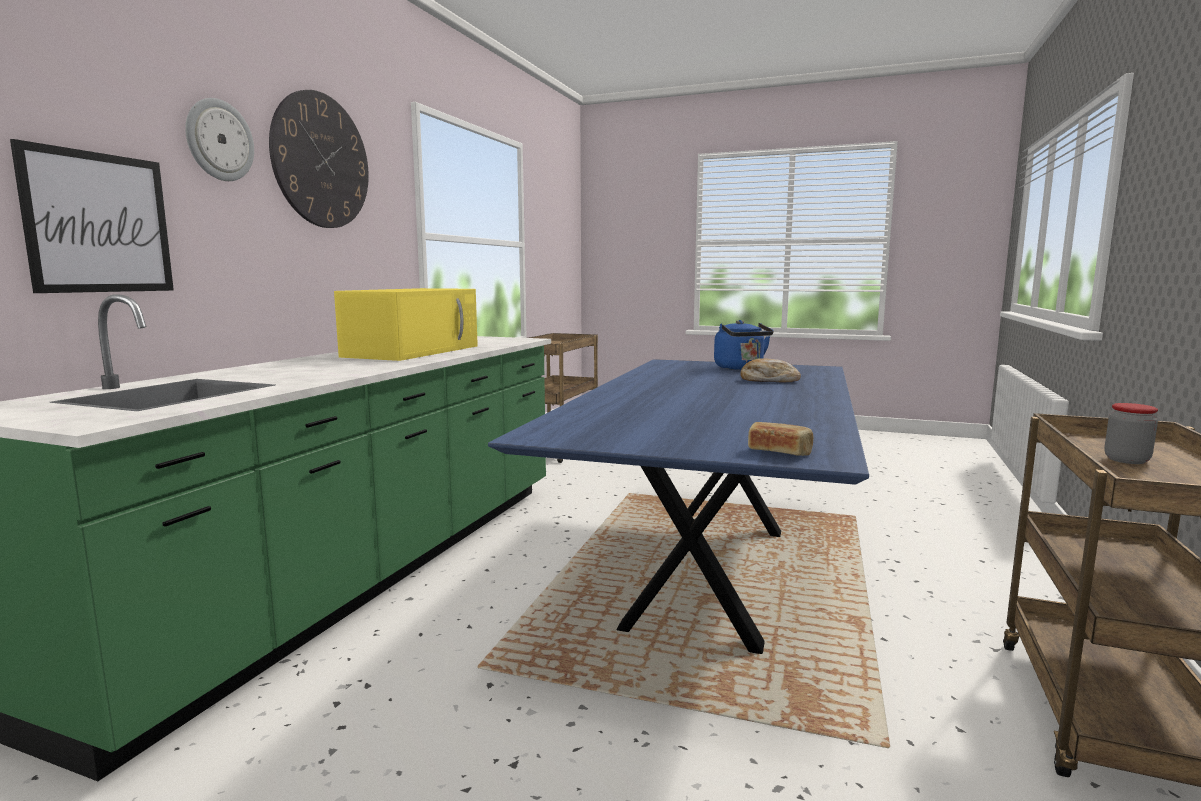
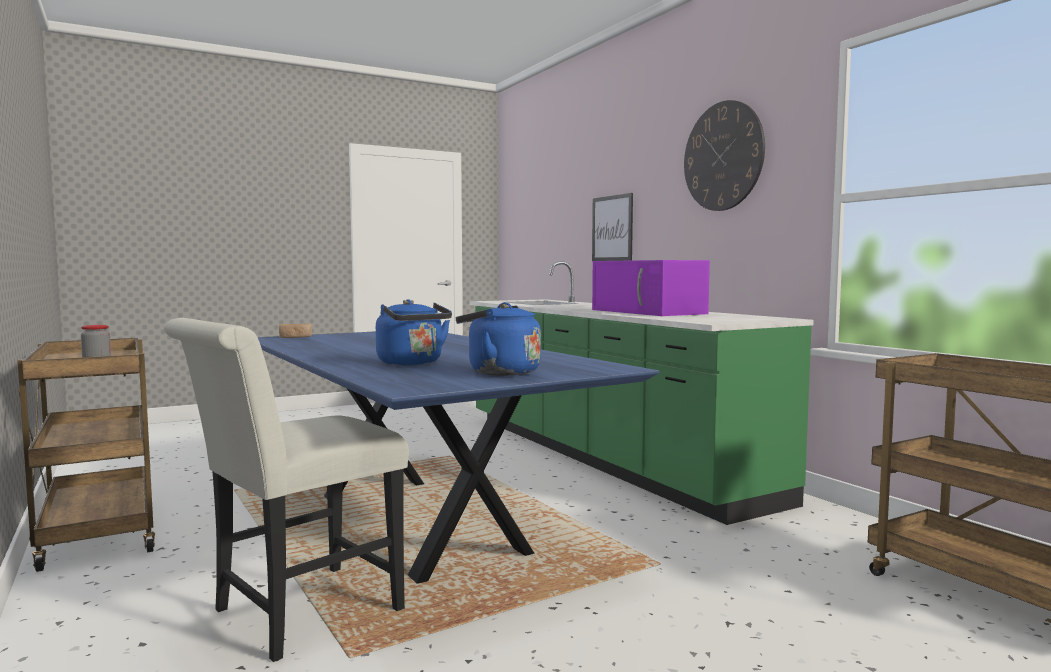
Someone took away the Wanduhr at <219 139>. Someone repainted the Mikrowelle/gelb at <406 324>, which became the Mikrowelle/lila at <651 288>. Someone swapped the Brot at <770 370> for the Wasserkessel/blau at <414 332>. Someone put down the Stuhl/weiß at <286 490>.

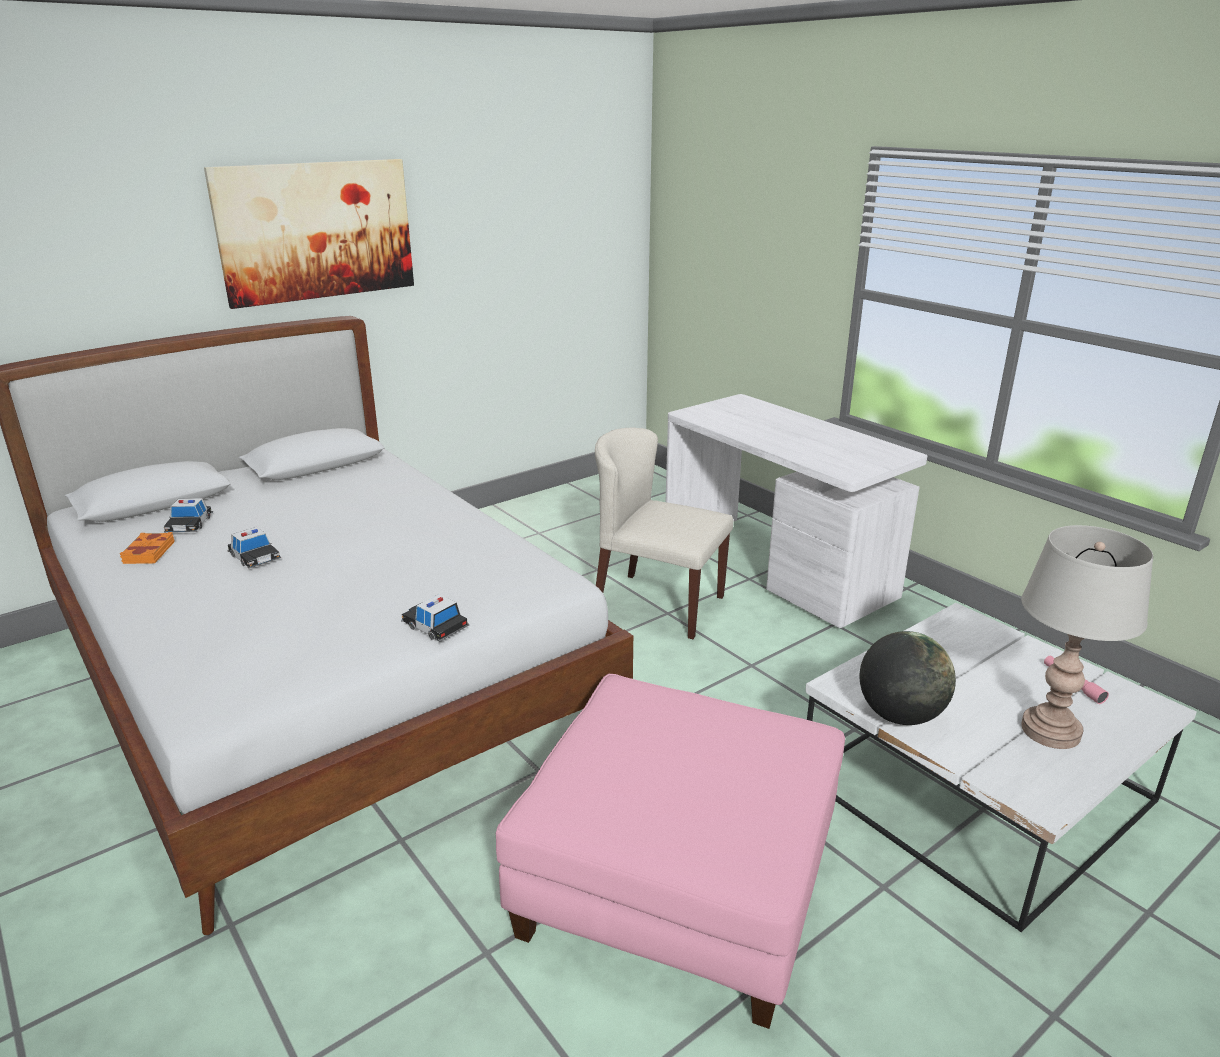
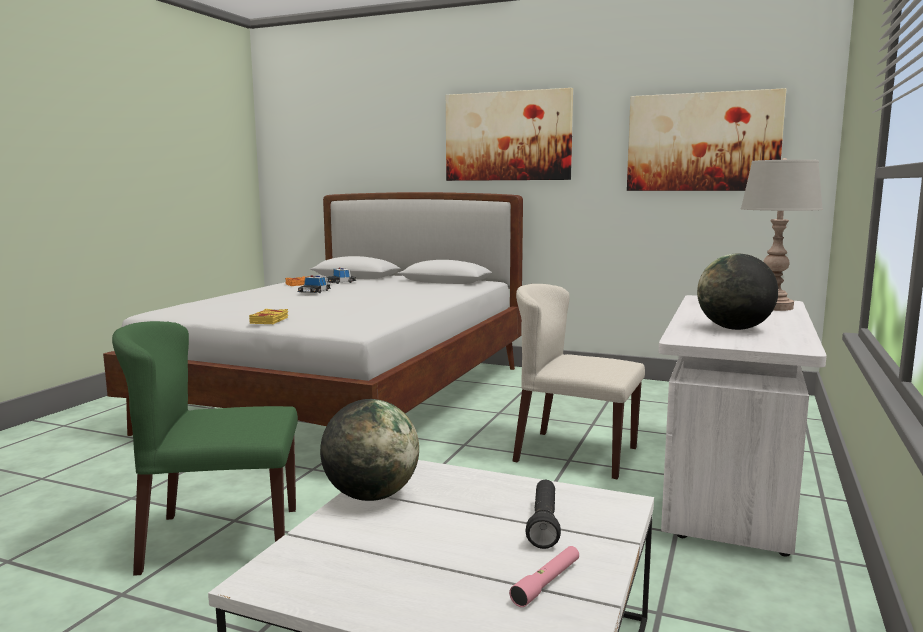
Someone rotated the Stuhl/beige at <664 533> by 60 degrees counterclockwise. Someone carried the Tischlampe/grau from <1087 637> to <782 234>. Someone swapped the Spielzeugauto at <435 618> for the Buch/gelb at <268 316>. Someone swapped the Polsterhocker/rosa at <670 851> for the Stuhl/grün at <205 448>. Someone put up the Bild at <706 139>. Someone put down the Globus at <737 291>. Someone put down the Taschenlampe/schwarz at <543 514>.

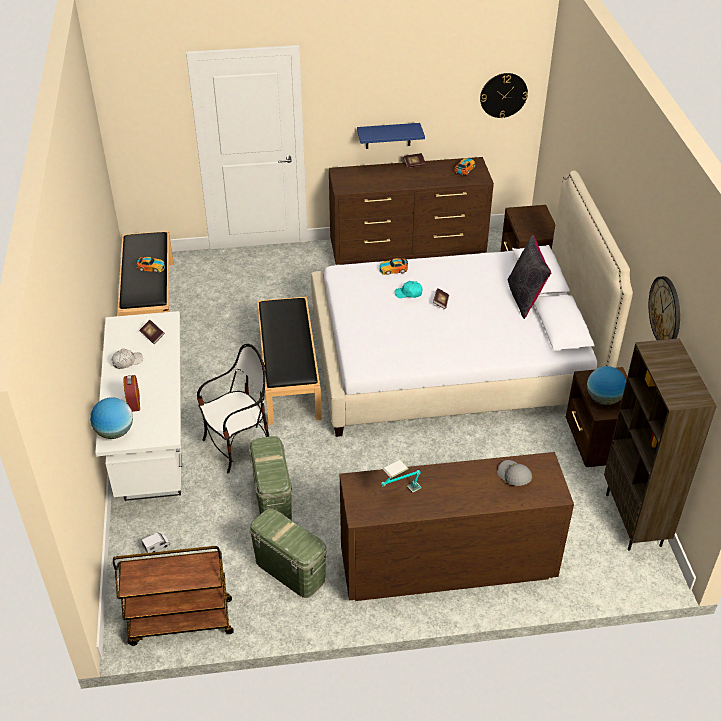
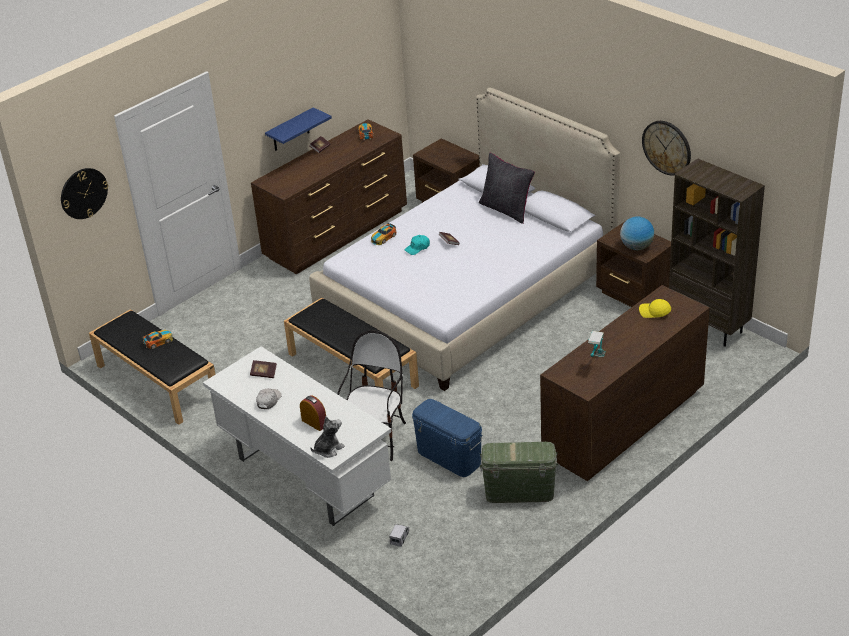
Someone carried the Wanduhr from <504 95> to <84 193>. Someone swapped the Globus at <111 418> for the Plüschtier at <327 437>. Someone repainted the Aufbewahrungsbox/grün at <270 478>, which became the Aufbewahrungsbox/blau at <447 438>. Someone repainted the Kappe/grau at <514 473>, which became the Kappe/gelb at <655 308>. Someone took away the Rollwagen/braun at <173 596>.

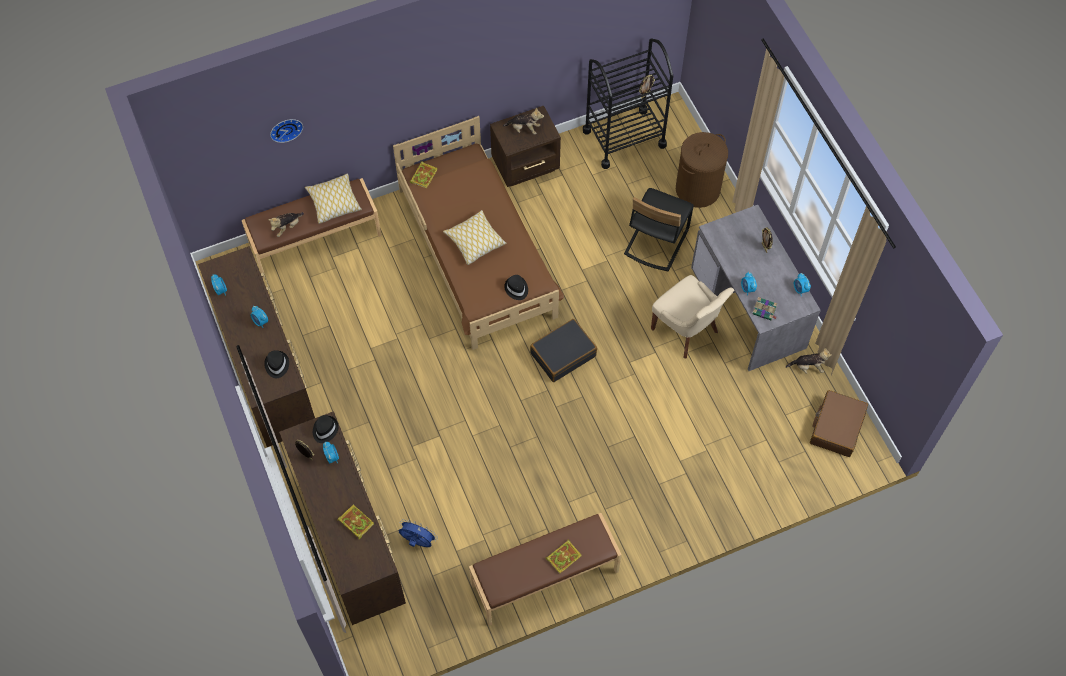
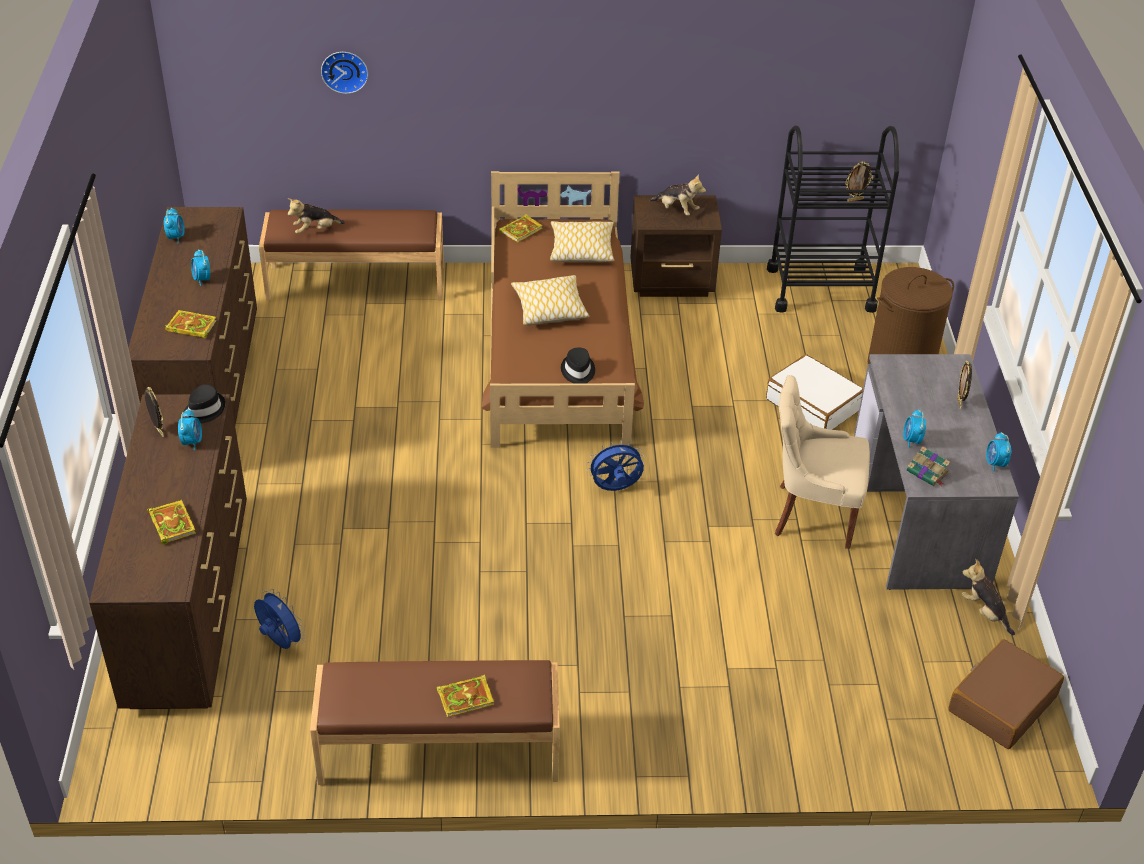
Someone carried the Kissen from <333 198> to <582 241>. Someone swapped the Stuhl/schwarz at <659 230> for the Koffer/weiß at <814 392>. Someone rotated the Stuhl/beige at <692 316> by 120 degrees clockwise. Someone swapped the Koffer/schwarz at <563 350> for the Ventilator/blau at <615 465>. Someone rotated the Plüschtier at <809 360> by 150 degrees counterclockwise. Someone swapped the Hut/schwarz at <276 364> for the Buch at <191 324>.

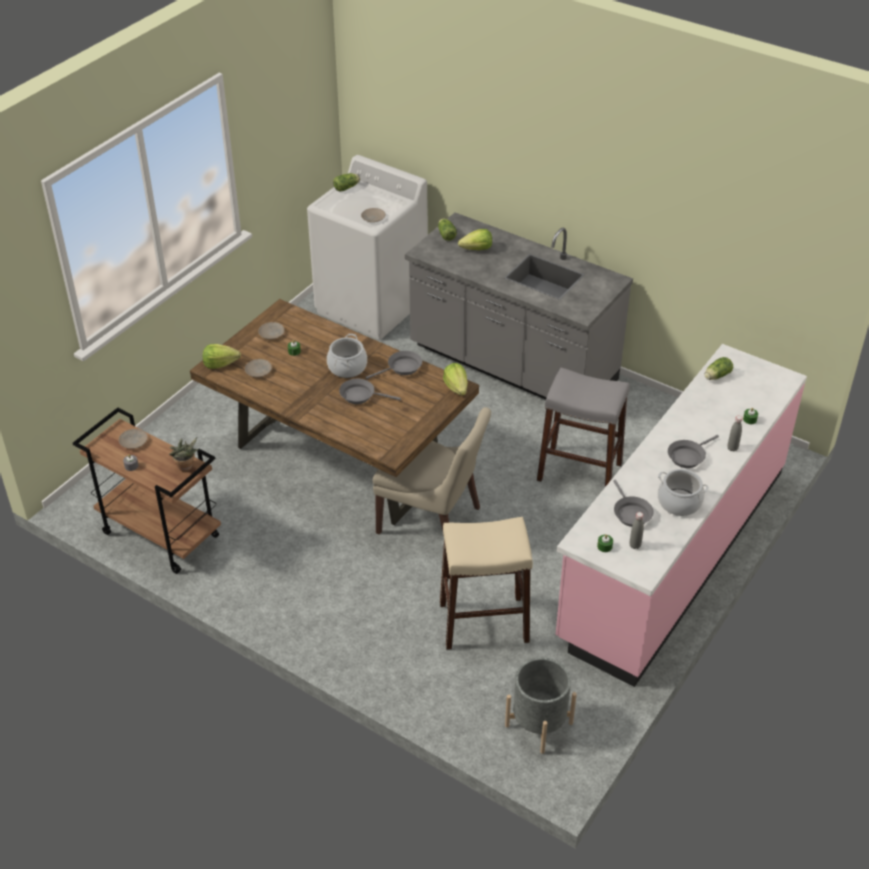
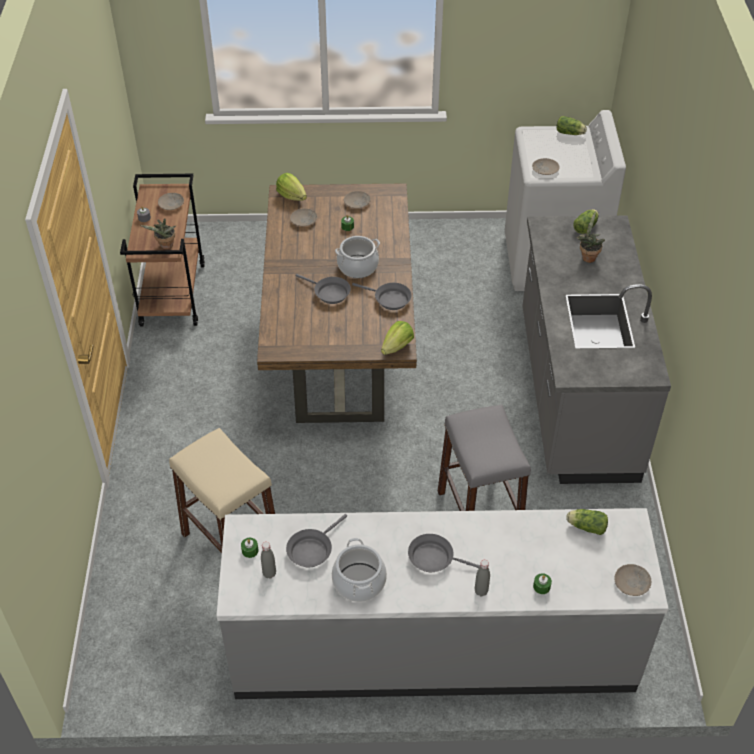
Someone swapped the Salatkopf at <475 239> for the Topfpflanze at <590 237>. Someone repainted the Küchenzeile/rosa at <681 515>, which became the Küchenzeile/grau at <442 603>. Someone rotated the Pfanne/grau at <370 391> by 150 degrees clockwise. Someone took away the Stuhl/beige at <432 471>. Someone took away the Pflanzkübel/grau at <541 705>. Someone put down the Teller/beige at <633 580>.

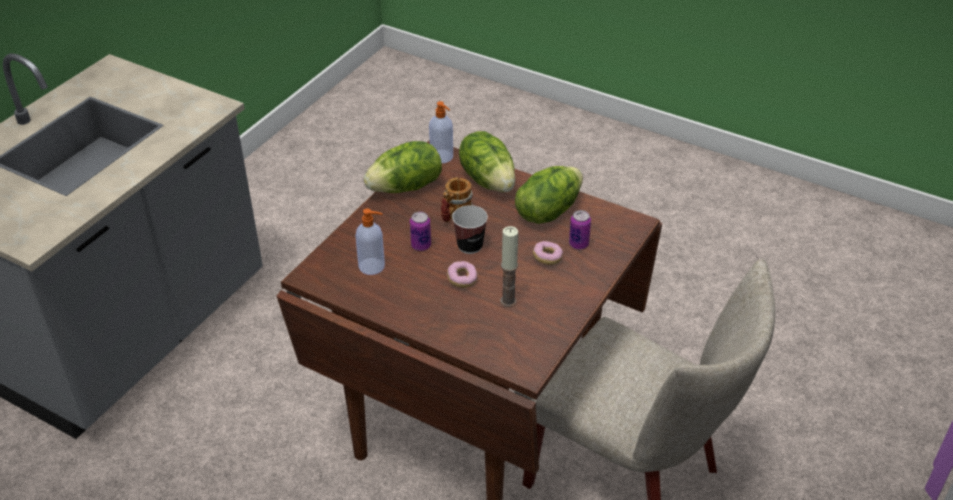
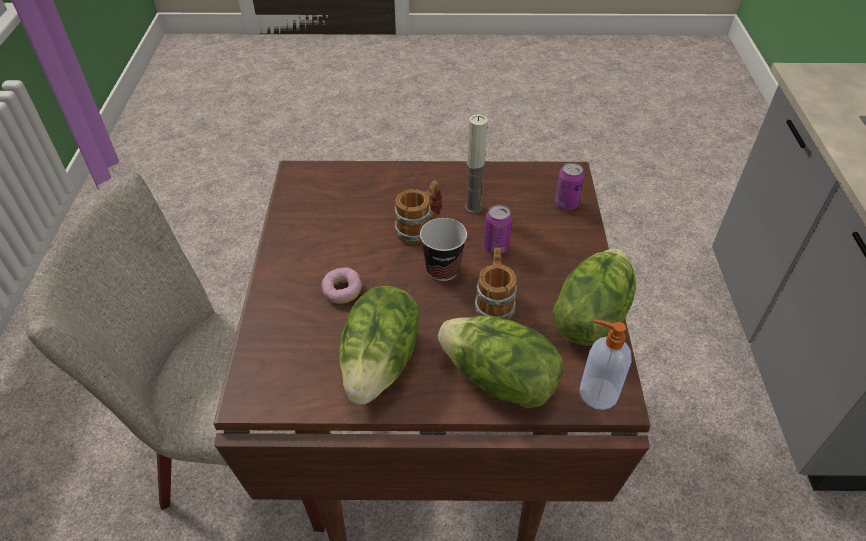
Someone took away the Seifenspender at <370 242>. Someone carried the Dose from <580 229> to <569 186>. Someone carried the Kerze from <509 266> to <476 163>. Someone swapped the Donut at <462 274> for the Henkelbecher at <418 212>.

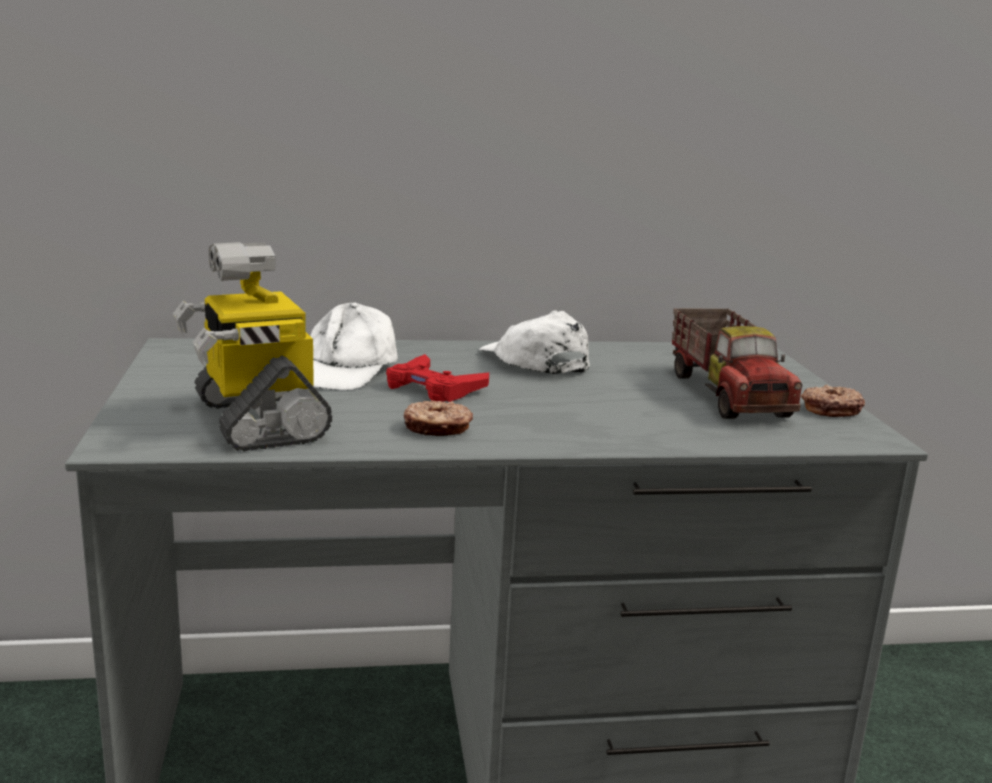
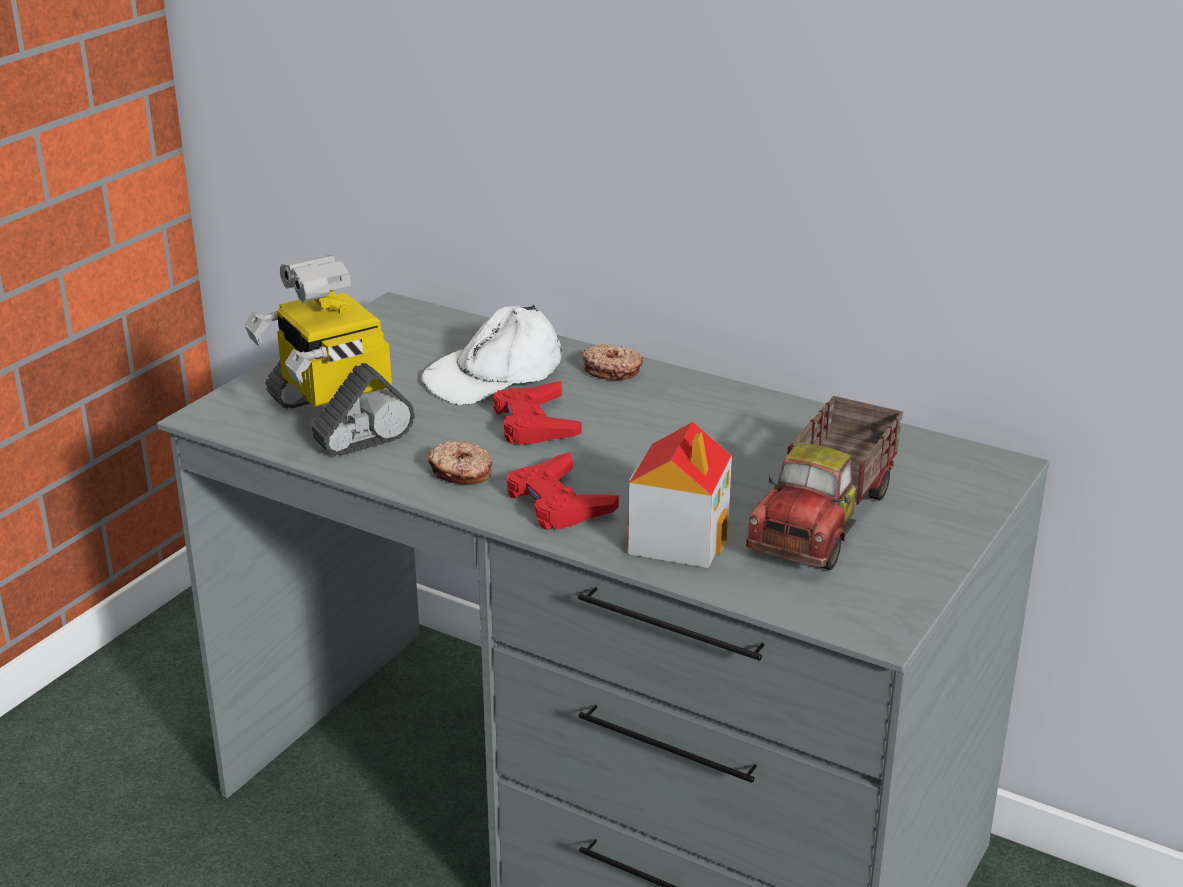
Someone rotated the Spielzeugroboter at <252 347> by 45 degrees counterclockwise. Someone took away the Kappe/weiß at <534 342>. Someone carried the Donut from <833 401> to <612 362>. Someone put down the Spielzeughaus at <679 495>. Someone put down the Gamepad/rot at <563 491>.

